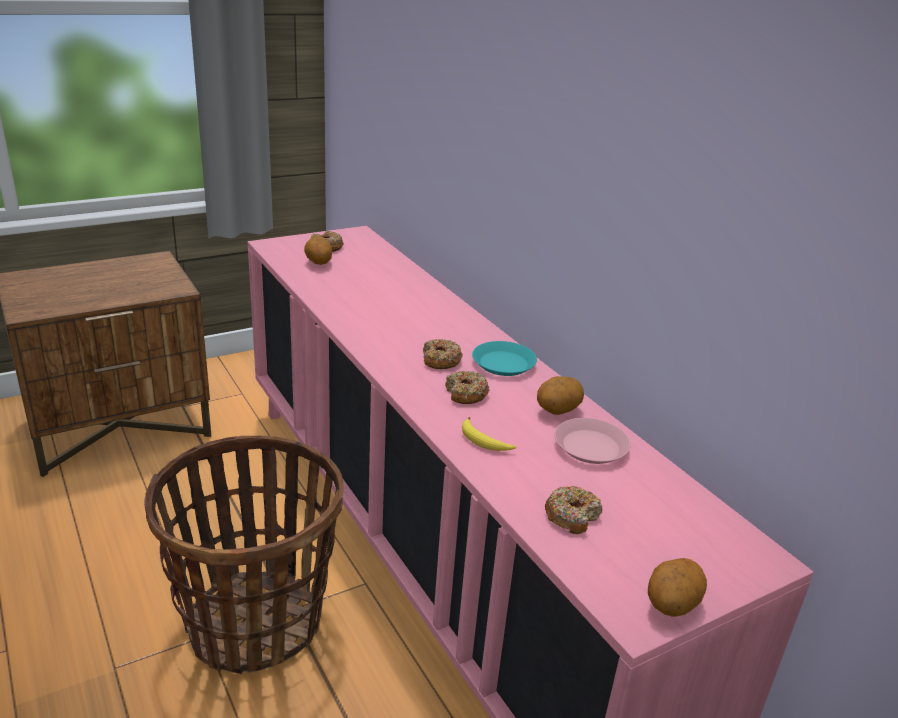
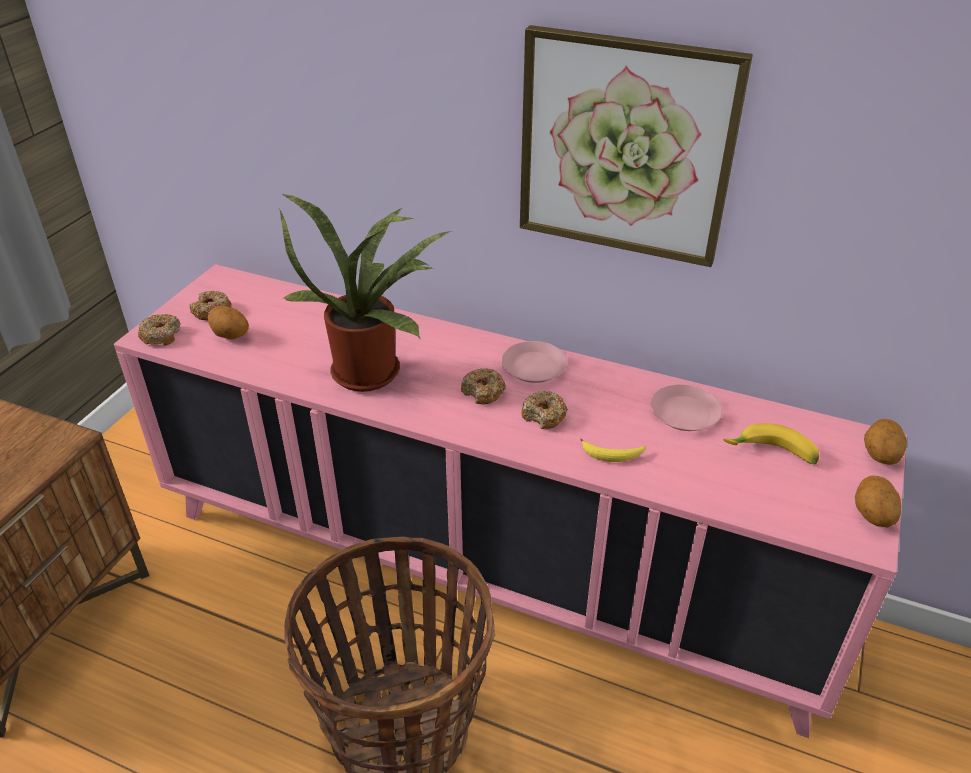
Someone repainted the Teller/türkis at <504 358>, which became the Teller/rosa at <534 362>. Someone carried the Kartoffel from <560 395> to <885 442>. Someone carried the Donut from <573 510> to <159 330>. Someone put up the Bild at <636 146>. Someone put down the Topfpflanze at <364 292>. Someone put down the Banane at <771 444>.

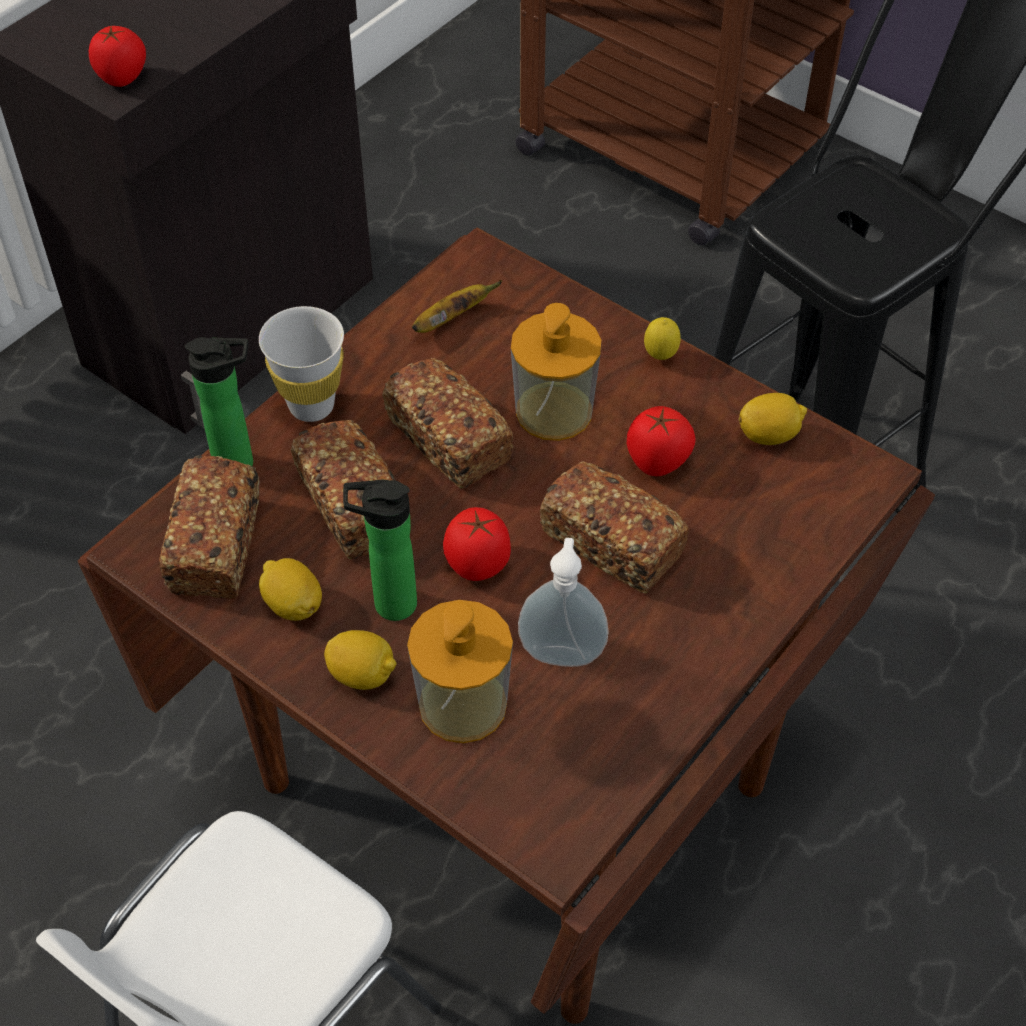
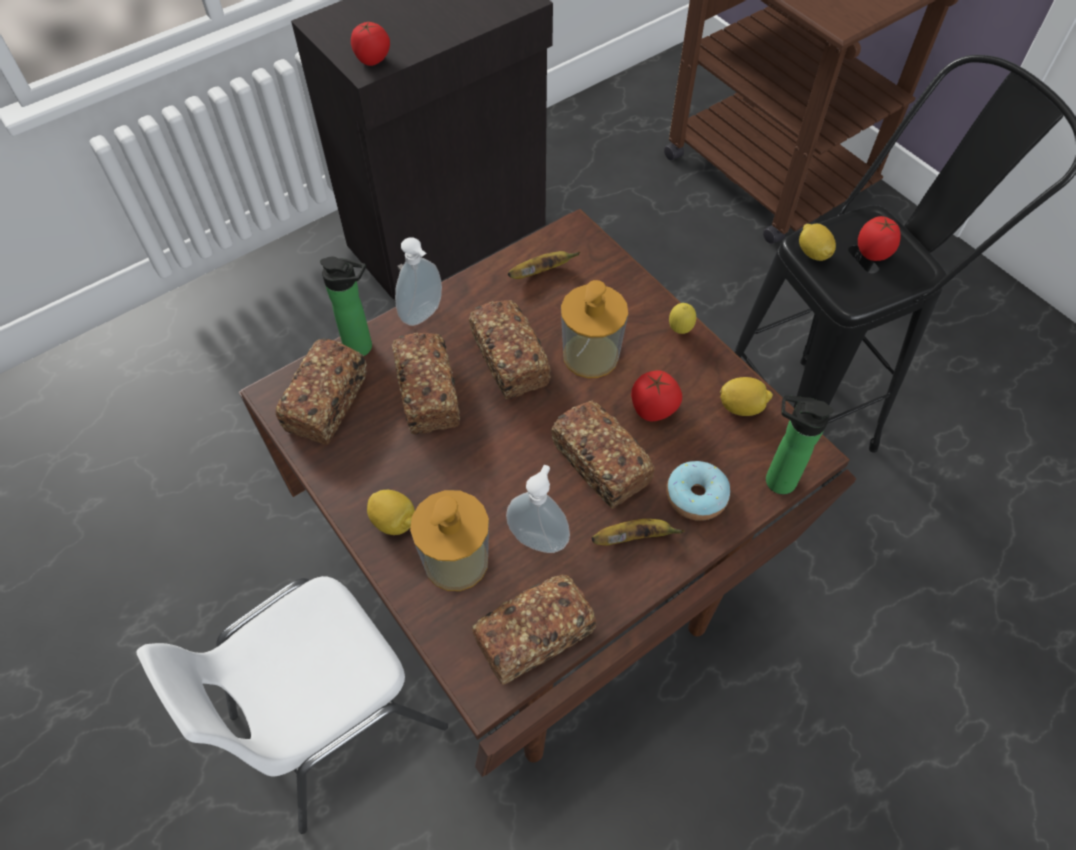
Someone swapped the Tasse/weiß at <301 364> for the Seifenspender at <418 281>. Someone carried the Flasche from <380 550> to <800 444>. Someone carried the Tomate from <477 544> to <879 238>. Someone carried the Zitrone from <290 589> to <817 242>. Someone put down the Donut at <698 491>. Someone put down the Banane at <637 532>. Someone put down the Brot at <534 629>.

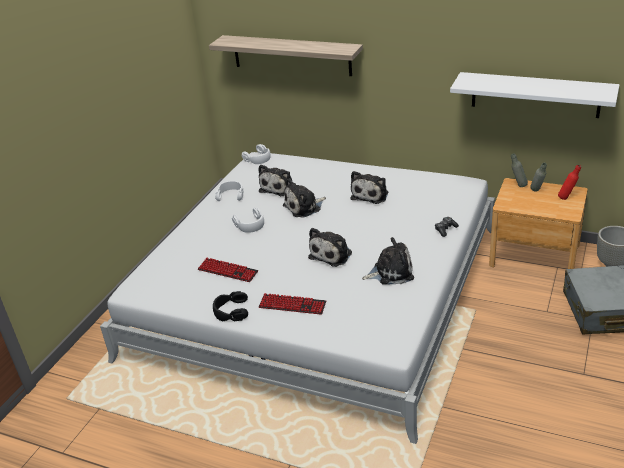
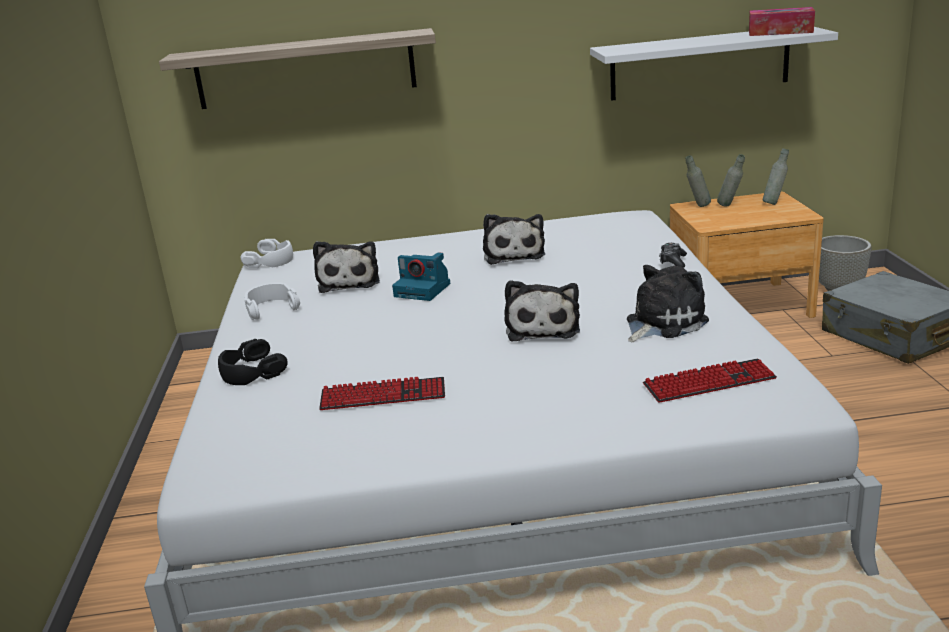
Someone repainted the Flasche/rot at <569 182>, which became the Flasche/grau at <775 176>. Someone swapped the Plüschtier at <304 198> for the Kamera at <421 276>. Someone took away the Kopfhörer/weiß at <248 220>. Someone carried the Kopfhörer/schwarz from <230 306> to <253 362>. Someone carried the Tastatur from <292 304> to <710 381>. Someone put down the Taschentuchbox at <782 21>.

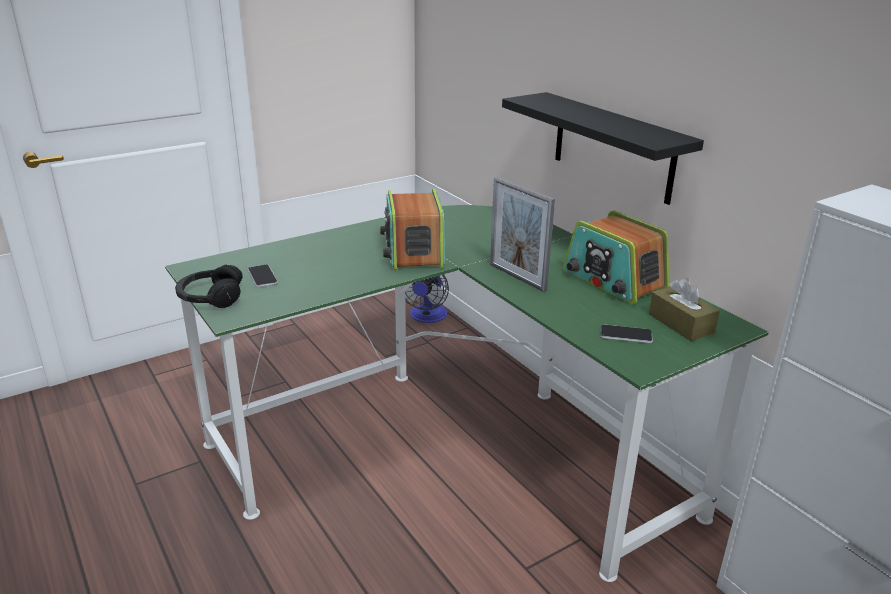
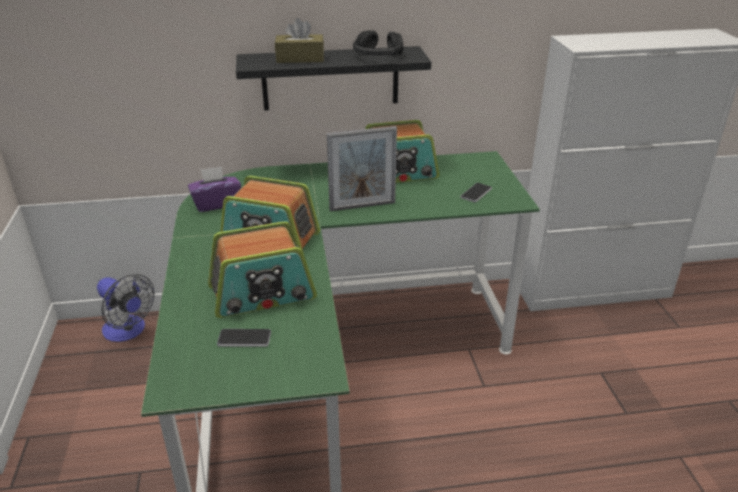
Someone carried the Kopfhörer/schwarz from <209 286> to <378 43>. Someone carried the Taschentuchbox/braun from <684 309> to <299 40>. Someone put down the Taschentuchbox/lila at <214 189>. Someone put down the Radio at <262 269>.

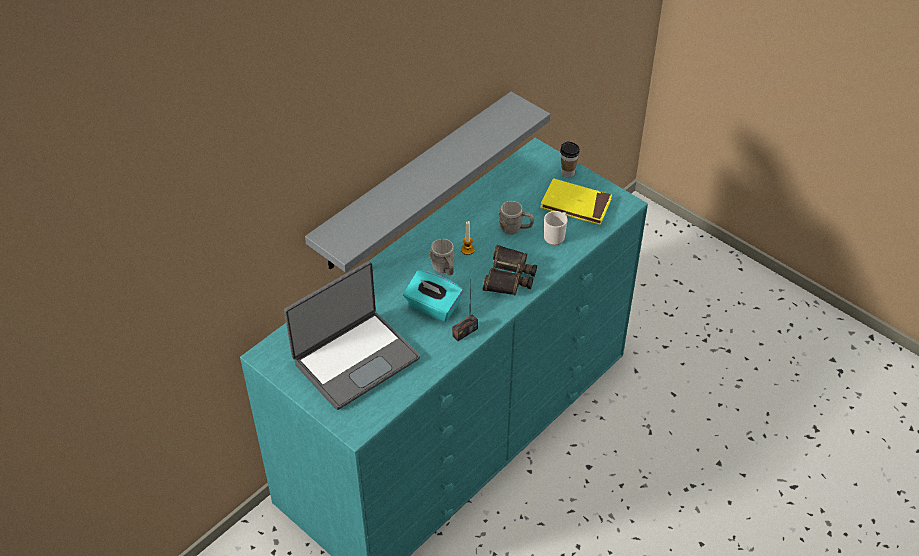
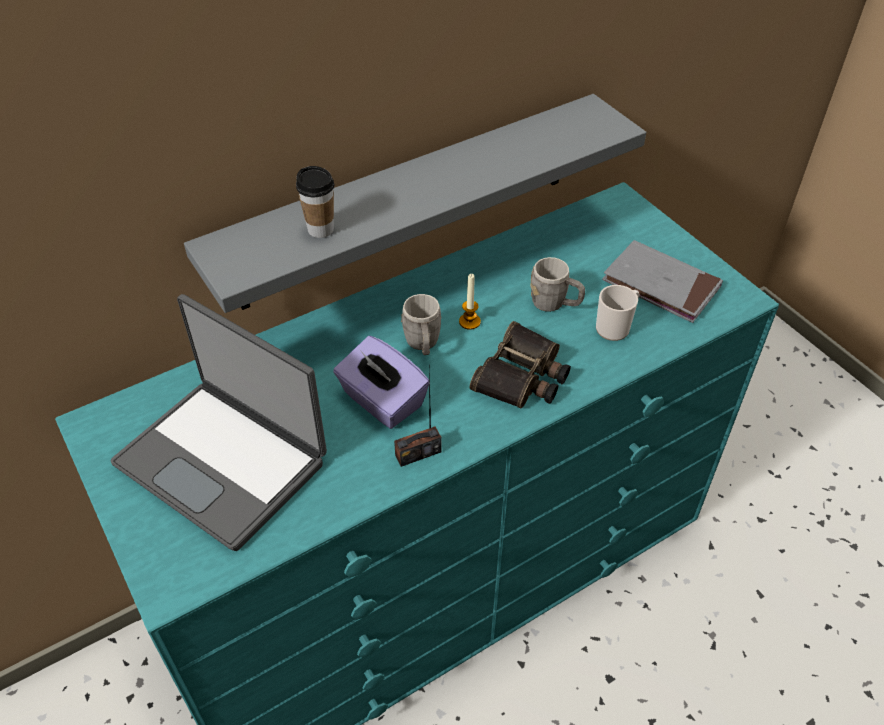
Someone carried the Tasse from <570 159> to <315 202>. Someone repainted the Buch/gelb at <576 201>, which became the Buch/grau at <662 281>. Someone rotated the Laptop at <352 335> by 60 degrees clockwise. Someone repainted the Taschentuchbox/türkis at <433 296>, which became the Taschentuchbox/lila at <381 382>.

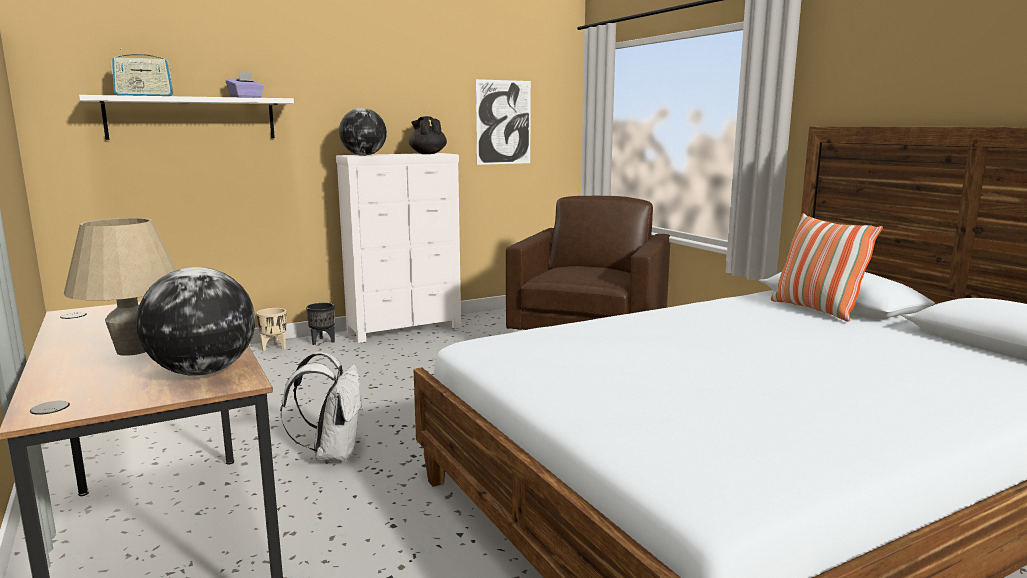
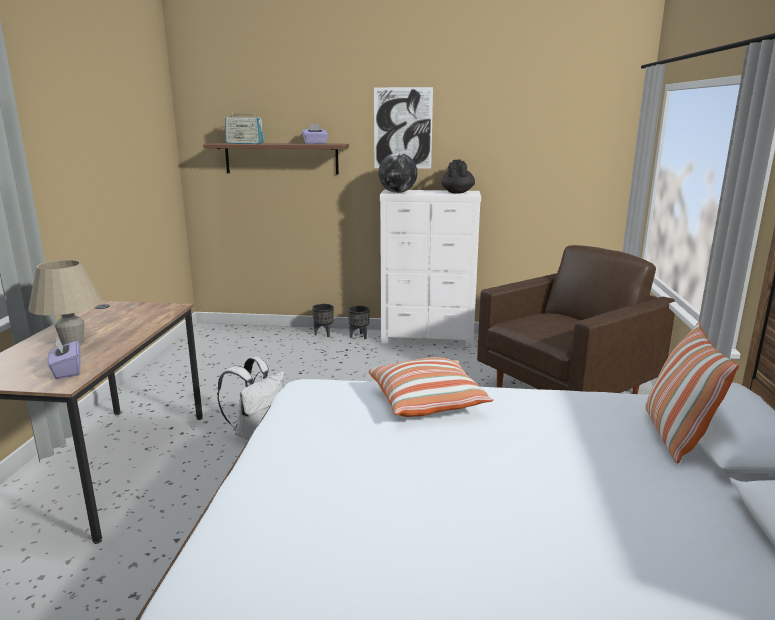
Someone carried the Bild from <503 122> to <403 127>. Someone repainted the Wandregal/weiß at <186 117>, which became the Wandregal/braun at <276 158>. Someone swapped the Globus at <195 321> for the Taschentuchbox/lila at <63 358>. Someone repainted the Pflanzkübel/beige at <272 329>, which became the Pflanzkübel/schwarz at <323 320>. Someone put down the Kissen at <431 387>.

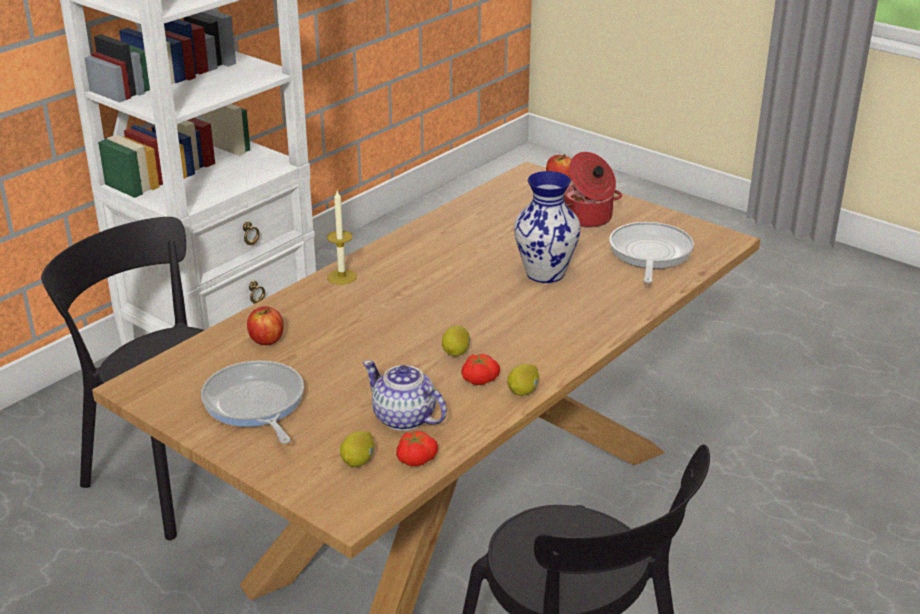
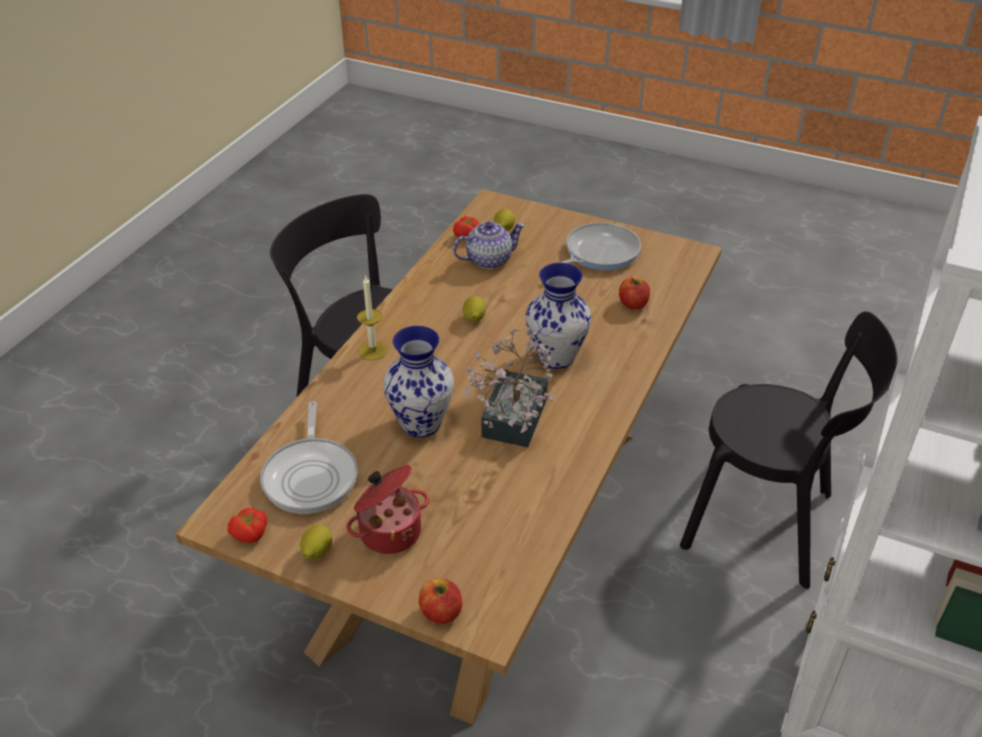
Someone carried the Kerze from <342 237> to <372 318>. Someone carried the Tomate from <480 369> to <247 525>. Someone rotated the Pfanne at <252 402> by 90 degrees counterclockwise. Someone rotated the Teekanne at <405 396> by 45 degrees counterclockwise. Someone carried the Zitrone from <523 380> to <316 542>. Someone put down the Vase at <559 316>. Someone put down the Topfpflanze at <509 387>.

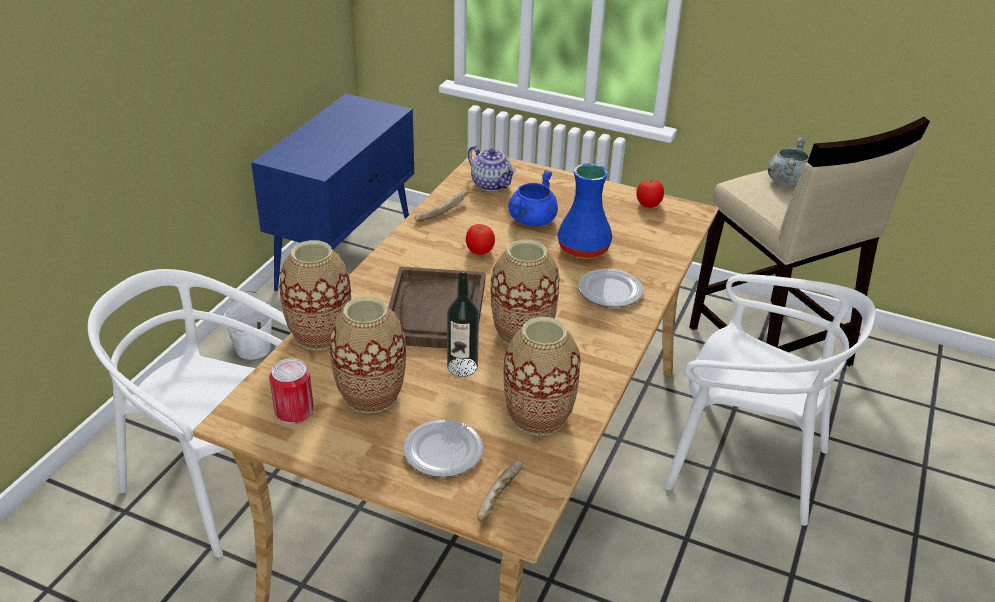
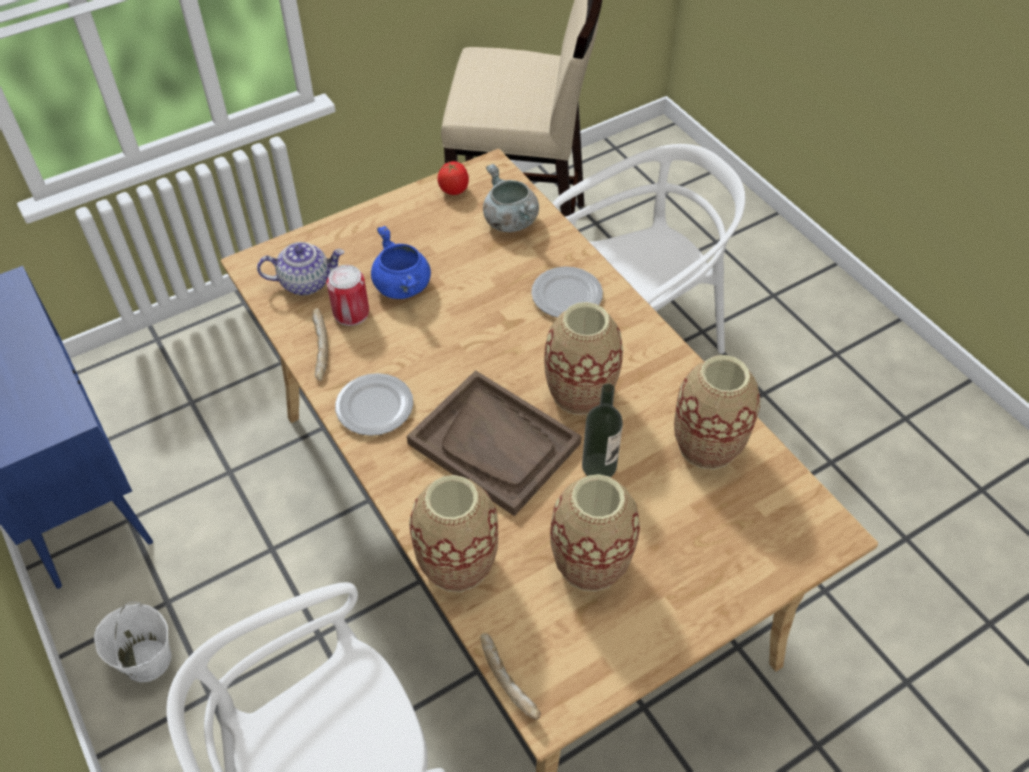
Someone carried the Kochtopf/grau from <788 161> to <511 198>. Someone took away the Vase/blau at <585 211>. Someone took away the Tomate at <480 239>. Someone carried the Dose from <291 391> to <348 295>. Someone carried the Teller from <443 448> to <374 404>. Someone carried the Brot from <500 491> to <510 676>.

